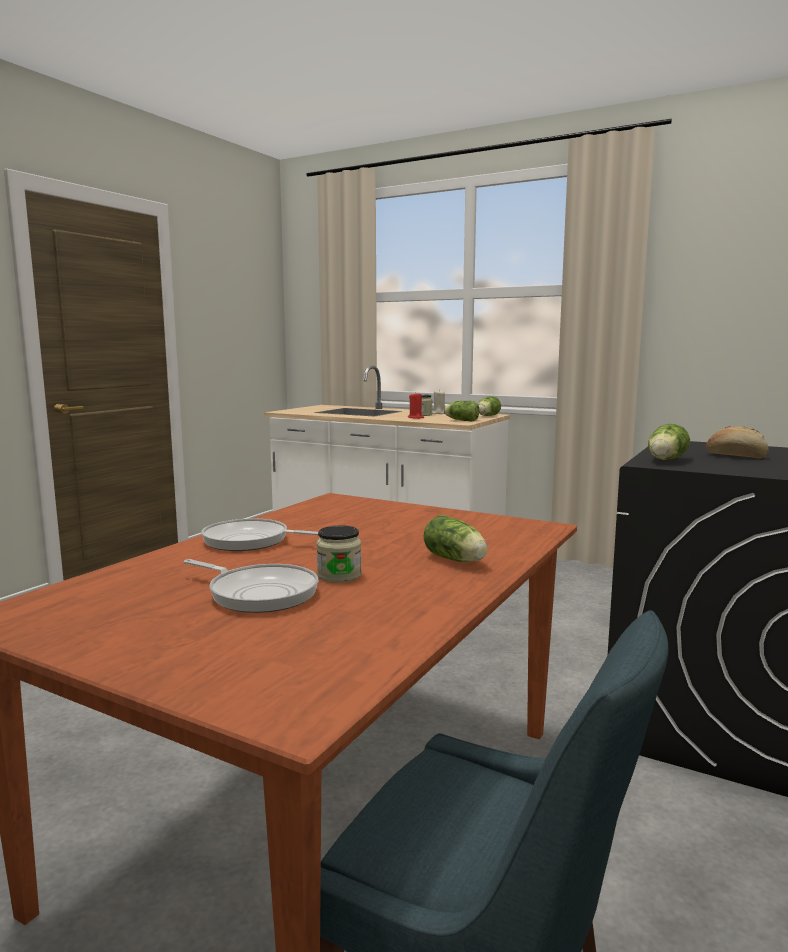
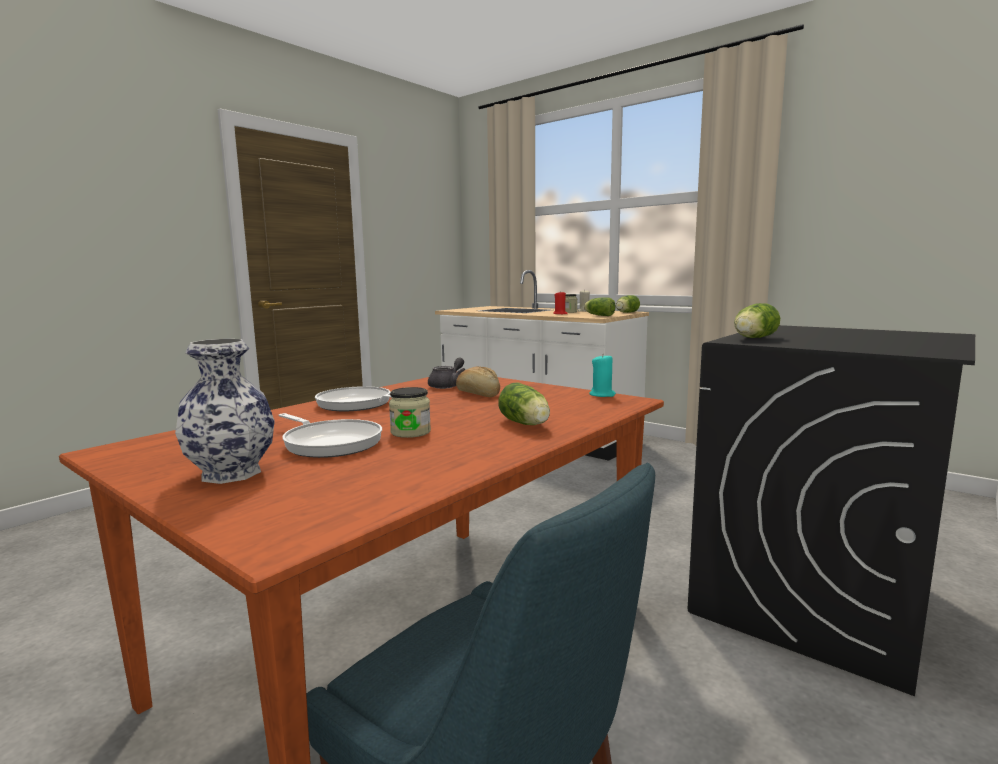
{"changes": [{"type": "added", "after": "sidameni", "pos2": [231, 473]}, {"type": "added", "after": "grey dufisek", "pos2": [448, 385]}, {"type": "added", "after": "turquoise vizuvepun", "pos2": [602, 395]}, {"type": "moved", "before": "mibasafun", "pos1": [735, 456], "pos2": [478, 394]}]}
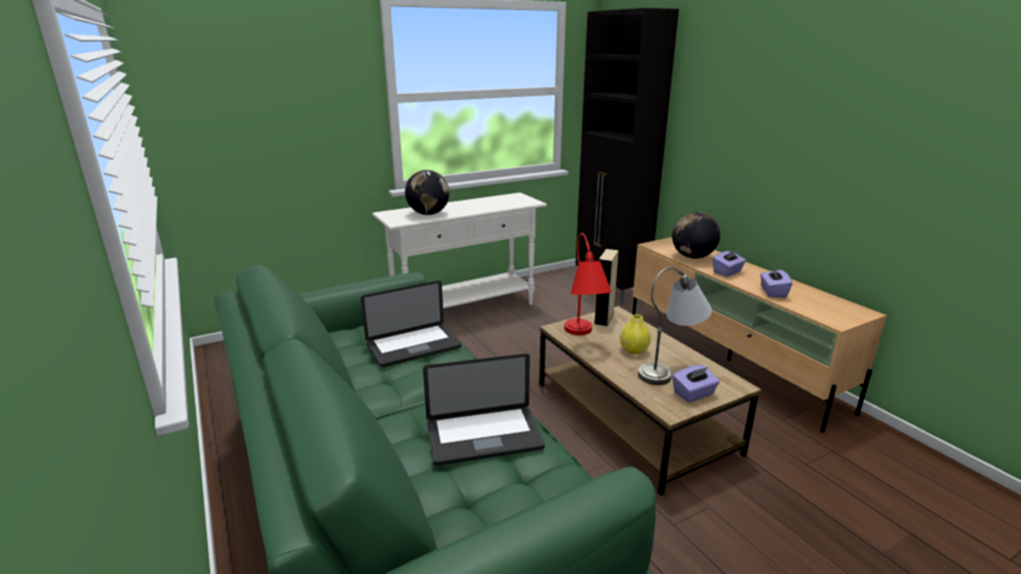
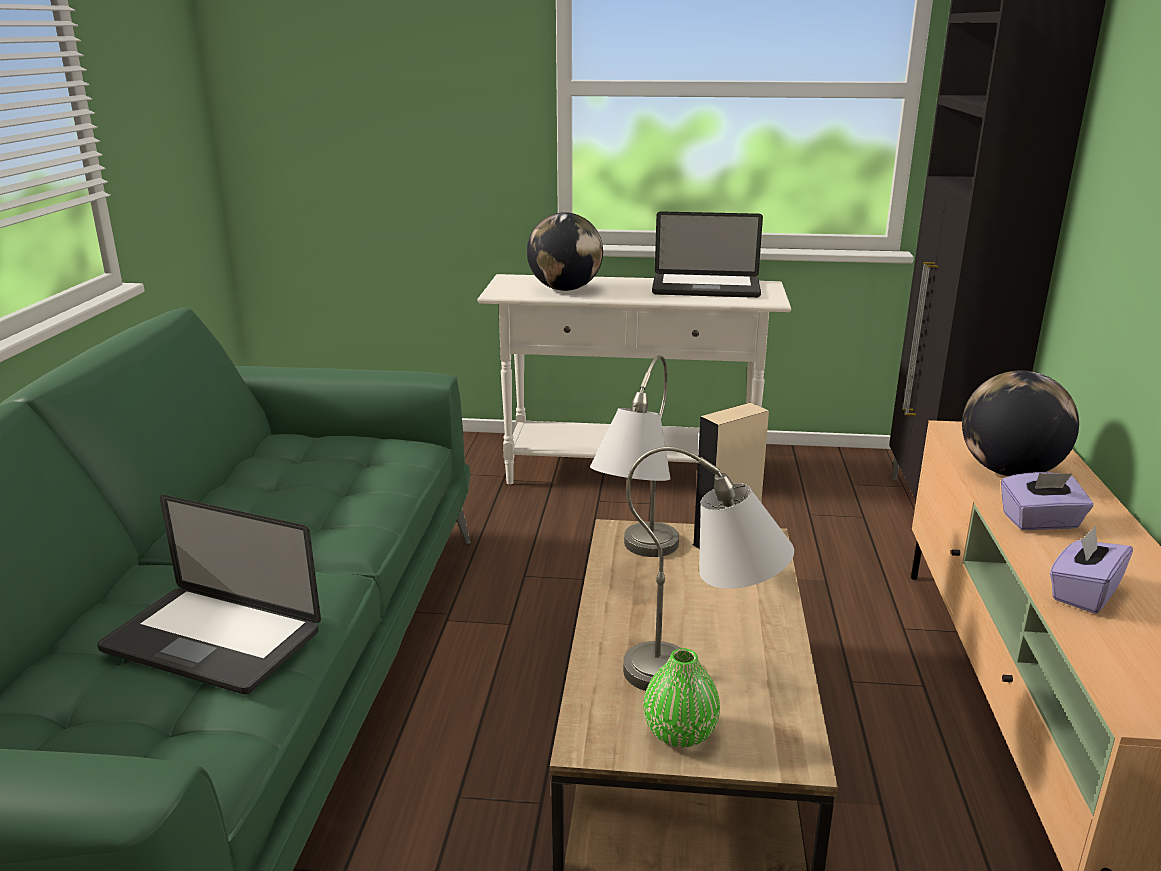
{"changes": [{"type": "removed", "before": "yellow sidameni", "pos1": [634, 350]}, {"type": "moved", "before": "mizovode", "pos1": [414, 346], "pos2": [705, 288]}, {"type": "replaced", "before": "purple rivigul", "after": "green sidameni", "pos1": [694, 394], "pos2": [680, 733]}, {"type": "recoloured", "before": "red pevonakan", "after": "grey pevonakan", "pos1": [583, 337], "pos2": [636, 560]}]}
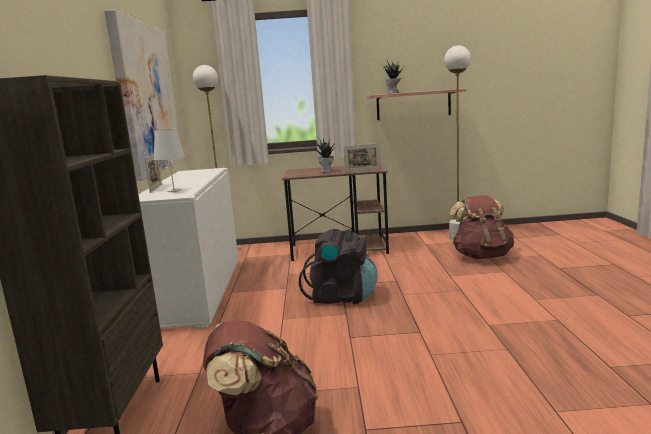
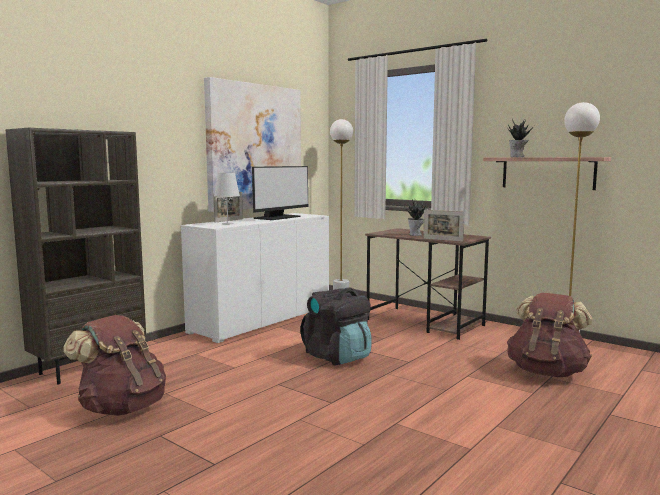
{"changes": [{"type": "added", "after": "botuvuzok", "pos2": [278, 217]}]}
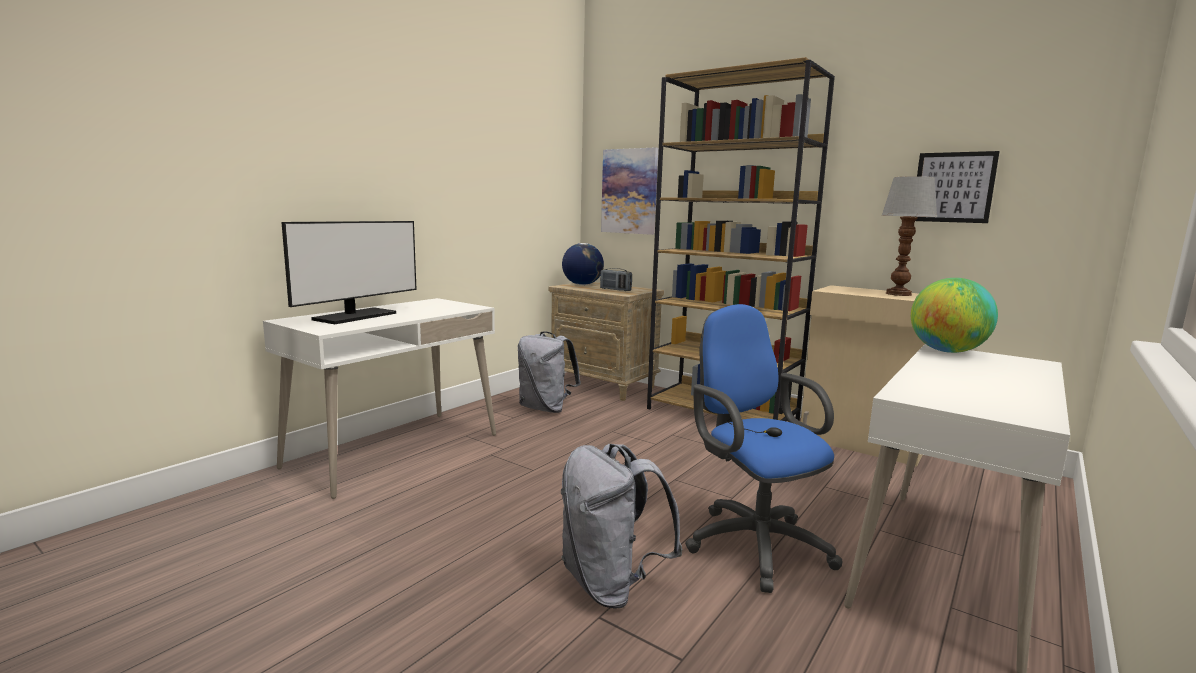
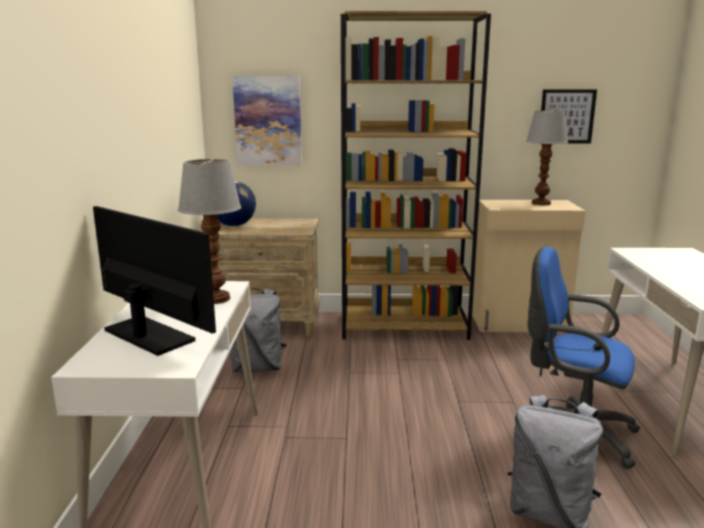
{"changes": [{"type": "removed", "before": "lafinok", "pos1": [615, 290]}, {"type": "removed", "before": "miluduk", "pos1": [947, 351]}, {"type": "added", "after": "pevonakan", "pos2": [217, 298]}, {"type": "turned", "before": "botuvuzok", "pos1": [355, 316], "pos2": [149, 335], "turn": -45}]}
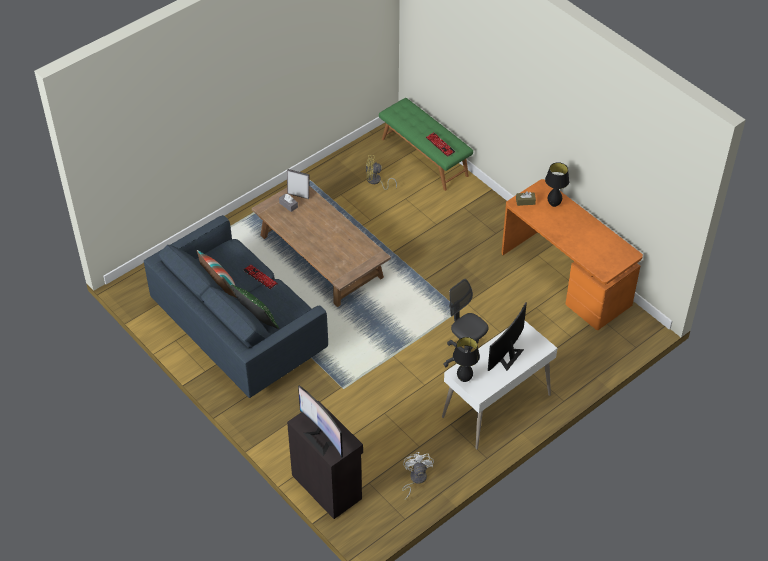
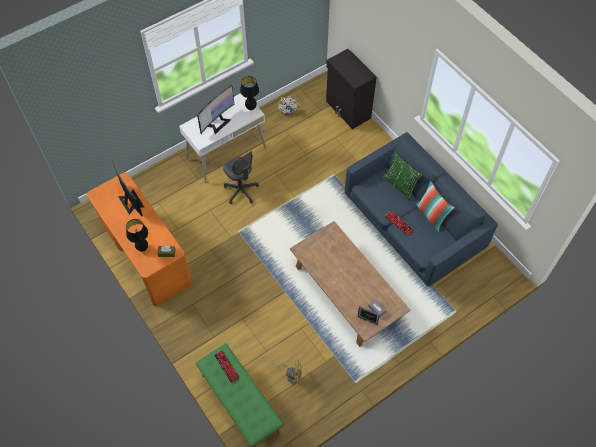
{"changes": [{"type": "moved", "before": "botuvuzok", "pos1": [322, 438], "pos2": [131, 201]}]}
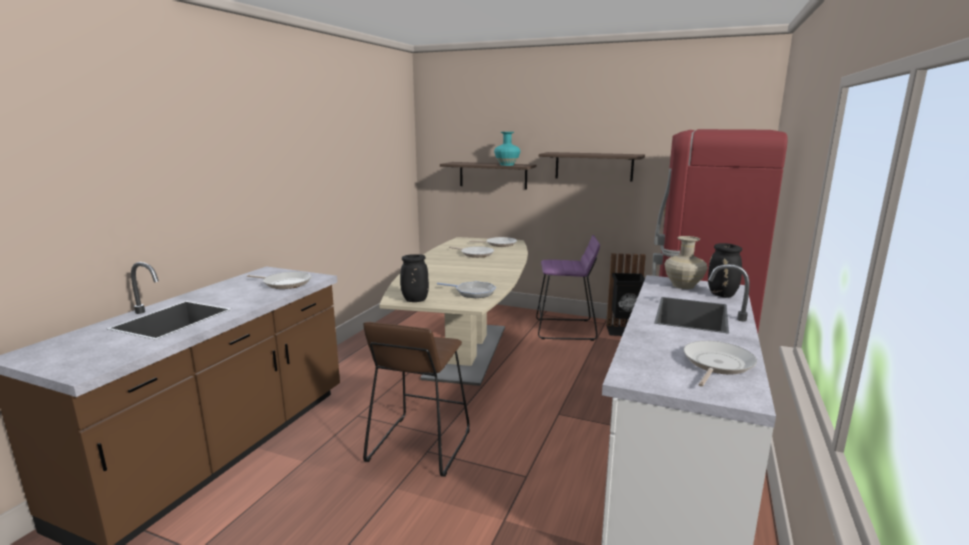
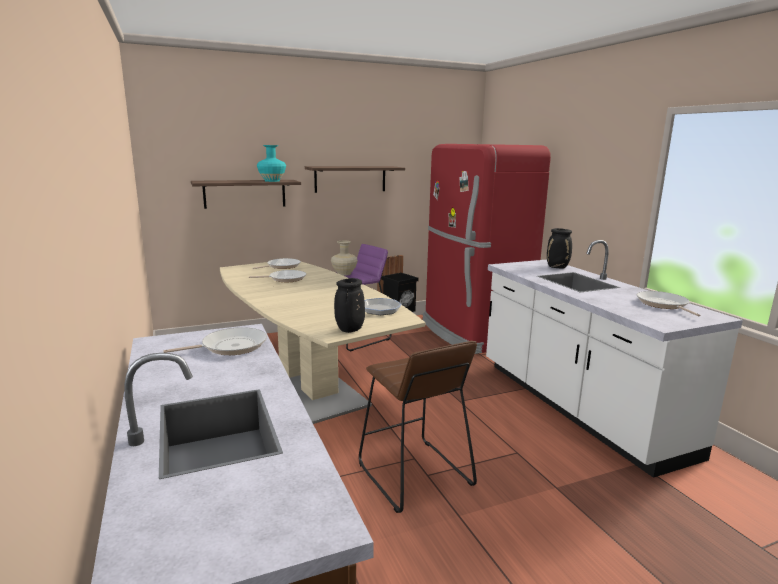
{"changes": [{"type": "moved", "before": "beige sidameni", "pos1": [683, 286], "pos2": [344, 273]}]}
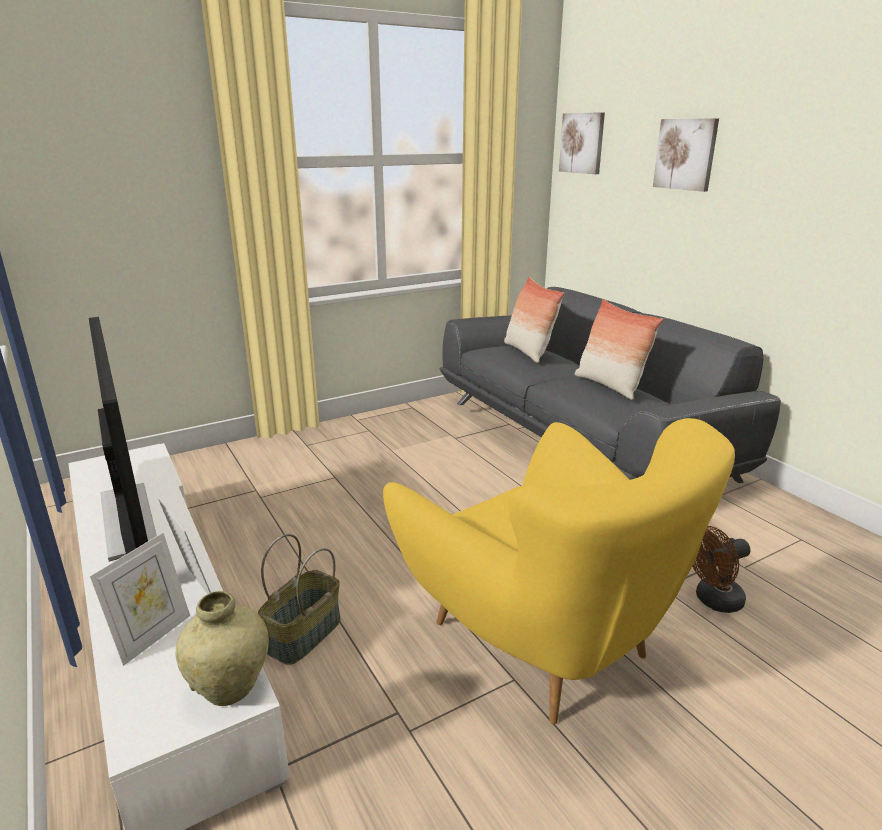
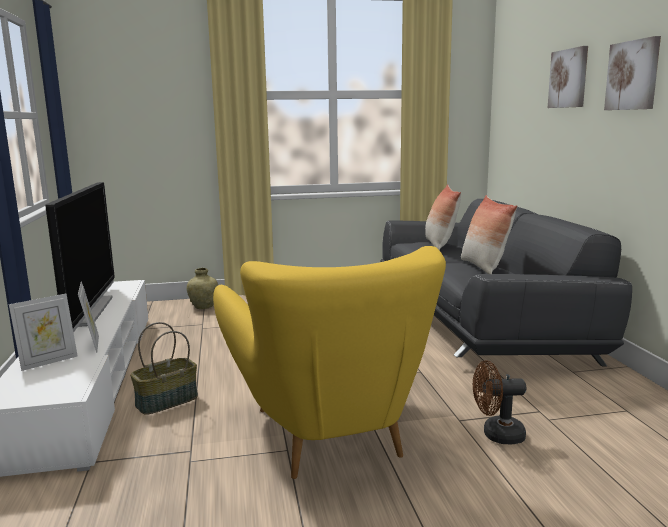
{"changes": [{"type": "moved", "before": "beige sidameni", "pos1": [230, 688], "pos2": [204, 307]}, {"type": "moved", "before": "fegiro", "pos1": [582, 143], "pos2": [633, 75]}]}
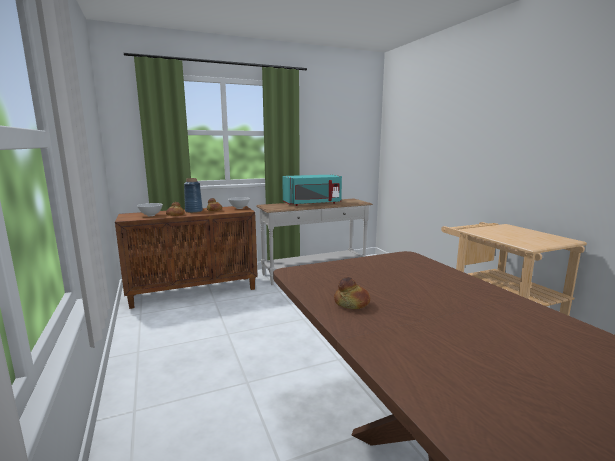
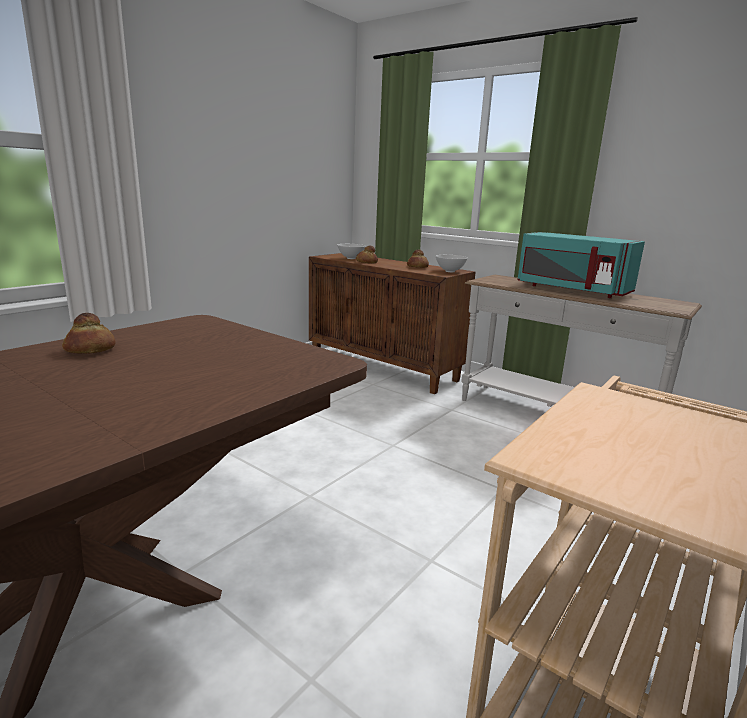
{"changes": [{"type": "removed", "before": "blue sidameni", "pos1": [194, 211]}]}
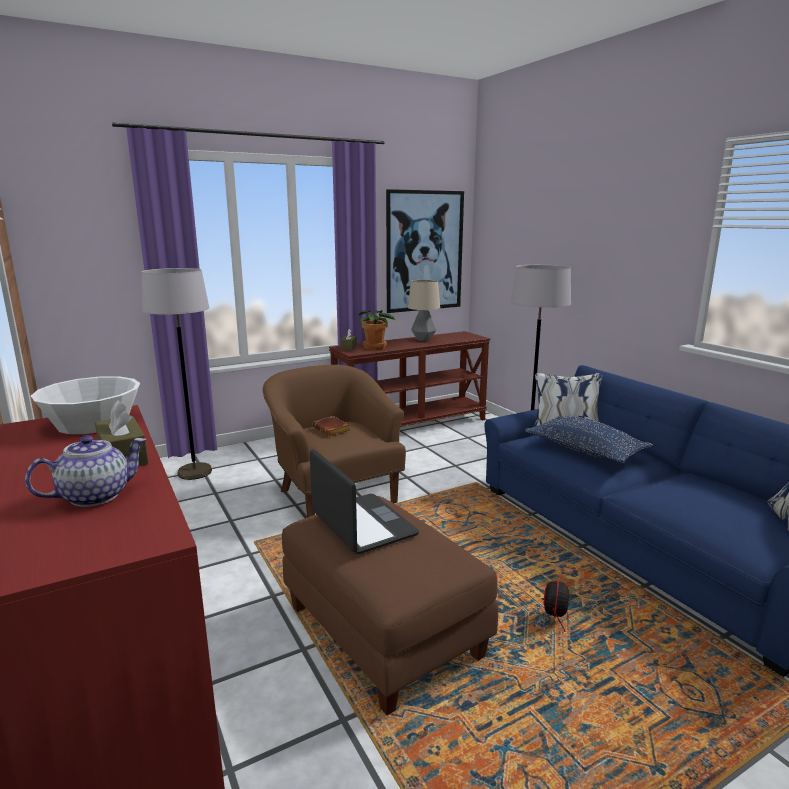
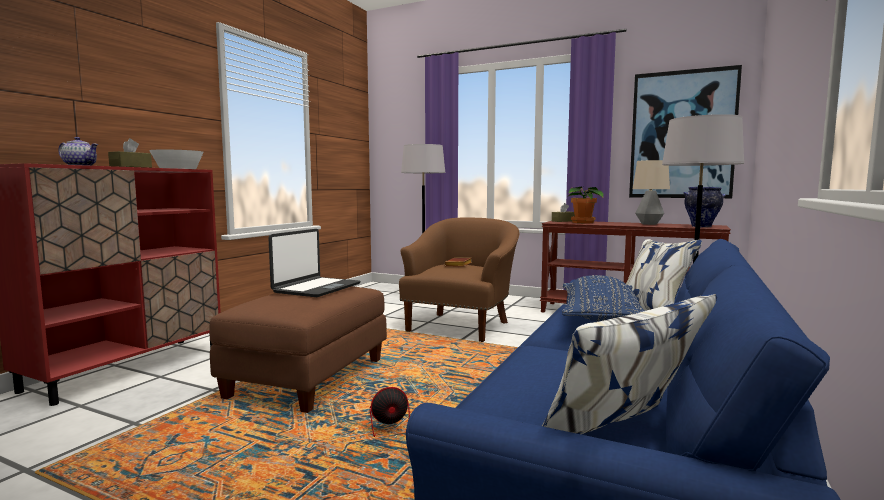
{"changes": [{"type": "added", "after": "sidameni", "pos2": [702, 226]}]}
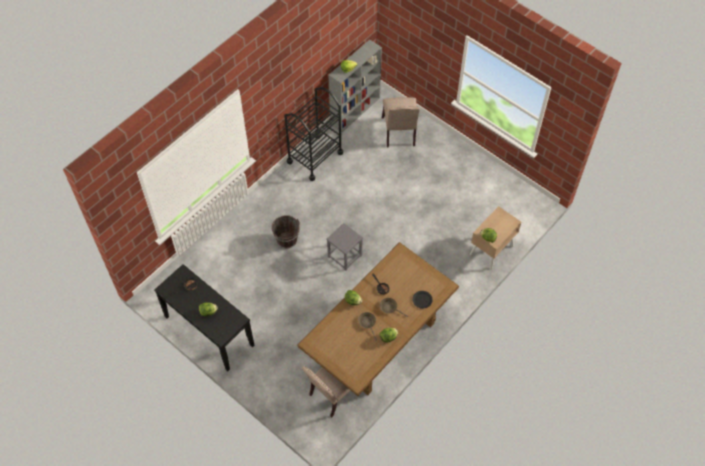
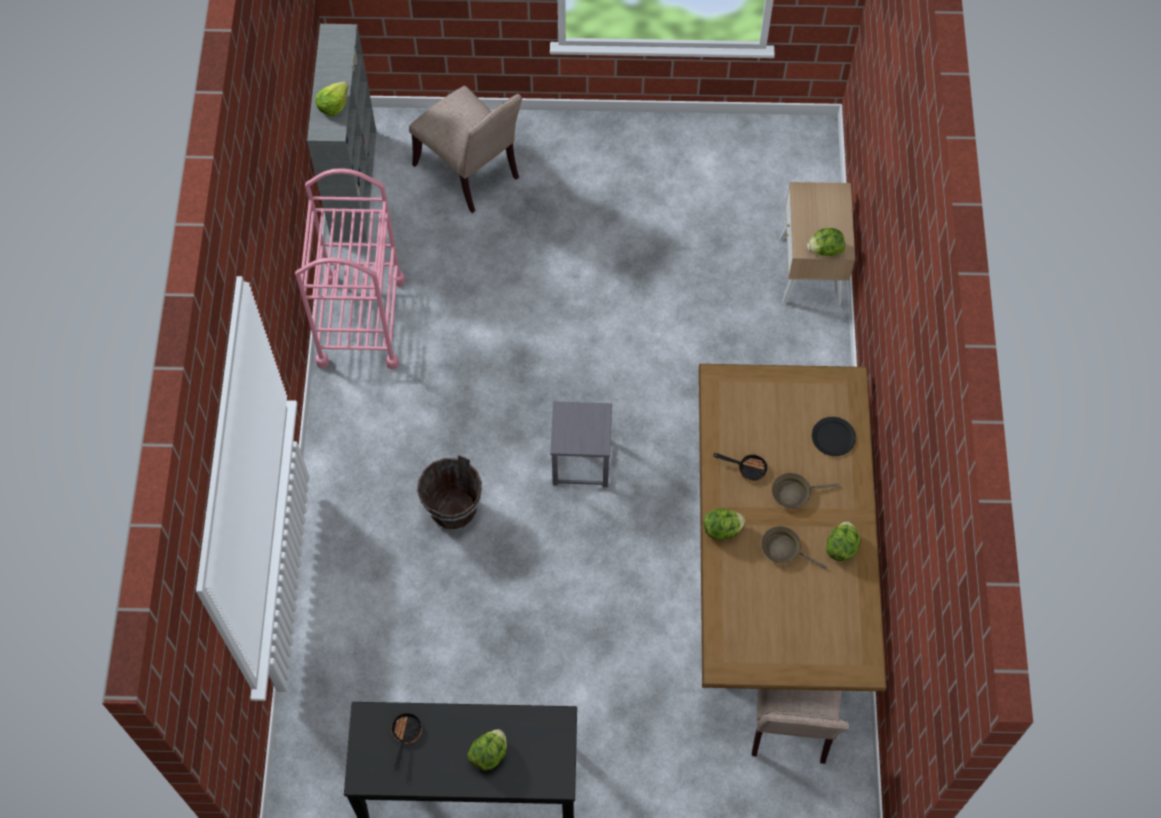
{"changes": [{"type": "recoloured", "before": "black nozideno", "after": "pink nozideno", "pos1": [315, 157], "pos2": [361, 321]}]}
